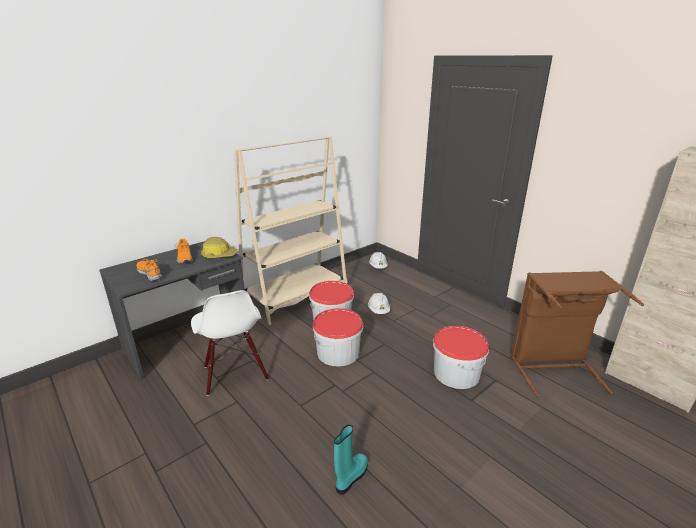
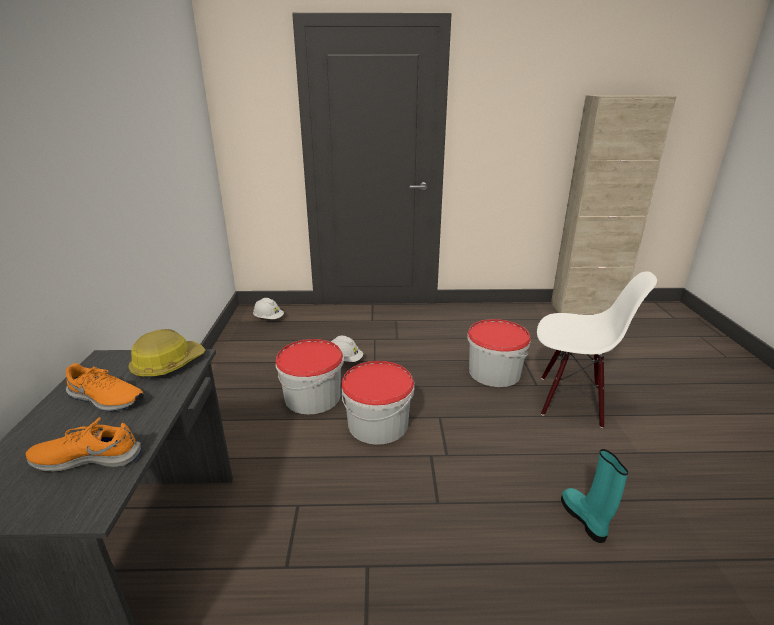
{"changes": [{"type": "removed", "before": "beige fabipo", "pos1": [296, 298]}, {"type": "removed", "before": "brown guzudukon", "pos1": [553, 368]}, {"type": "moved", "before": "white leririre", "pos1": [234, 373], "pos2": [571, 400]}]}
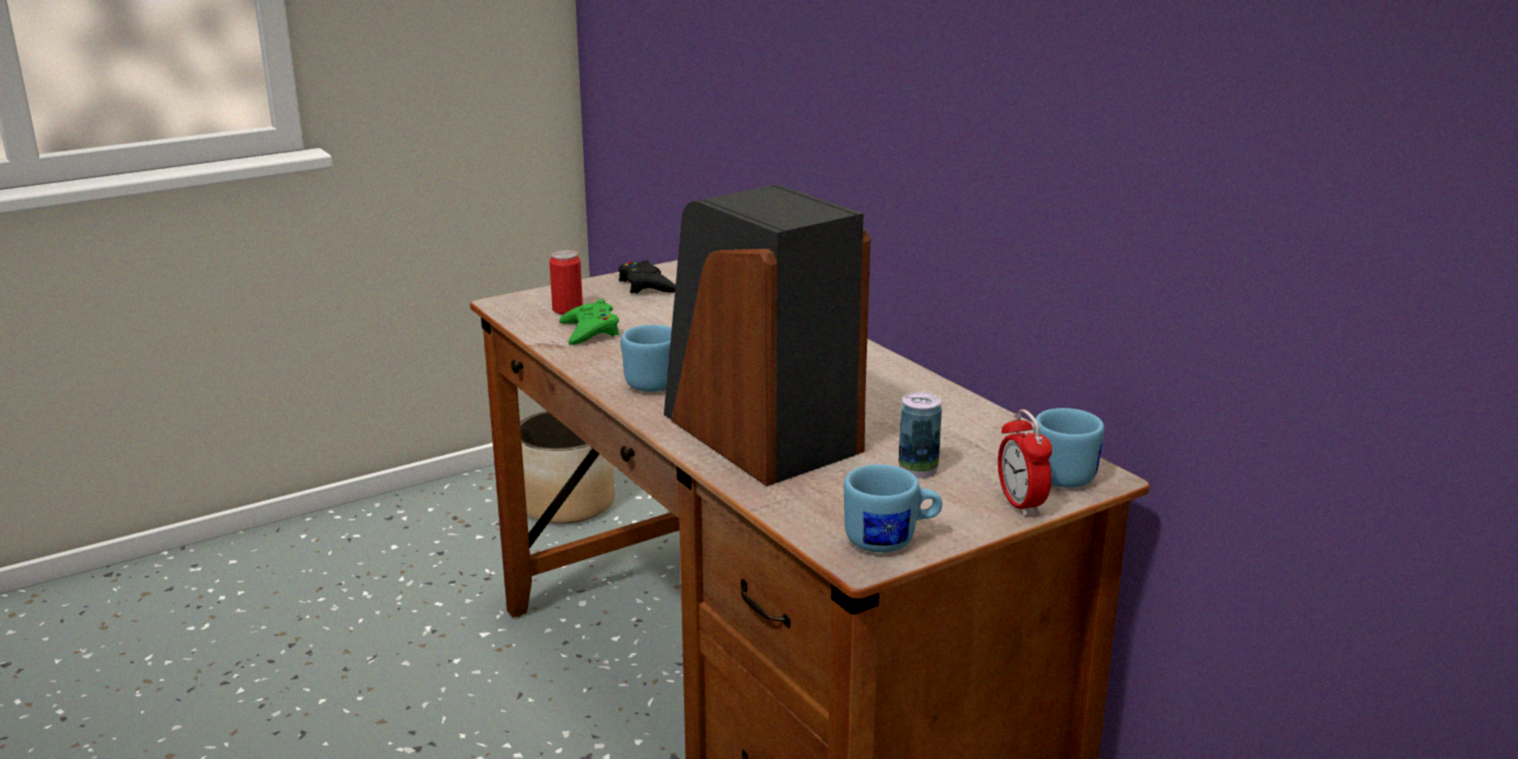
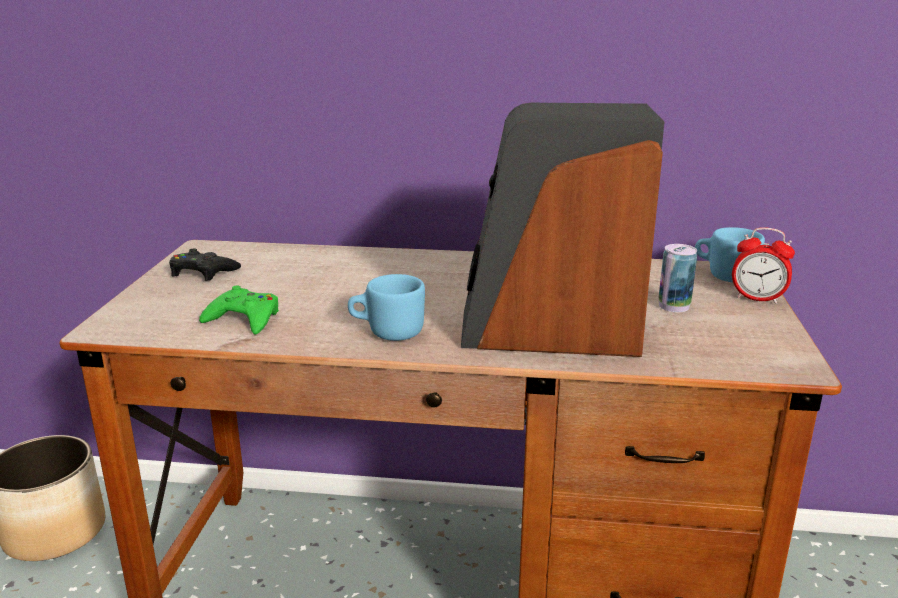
{"changes": [{"type": "removed", "before": "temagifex", "pos1": [567, 309]}, {"type": "removed", "before": "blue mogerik", "pos1": [891, 540]}]}
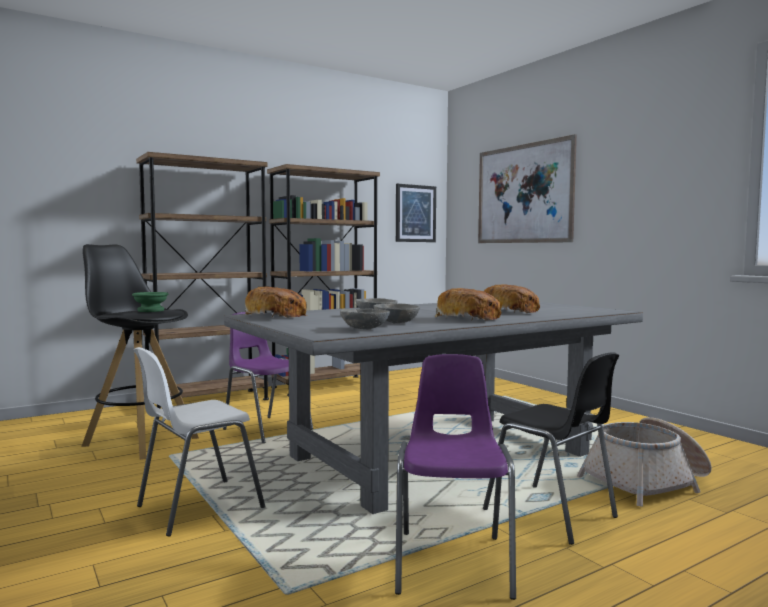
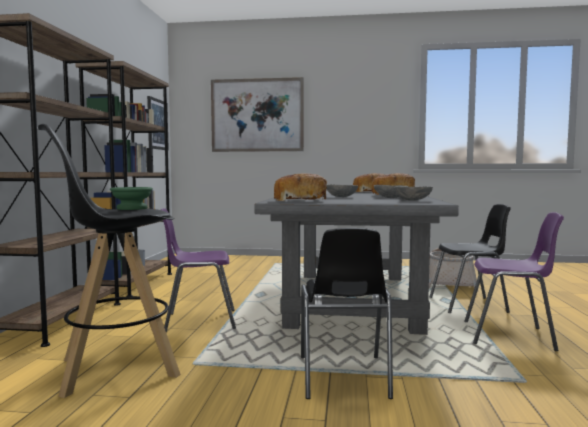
{"changes": [{"type": "recoloured", "before": "white leririre", "after": "black leririre", "pos1": [197, 508], "pos2": [343, 378]}, {"type": "turned", "before": "purple leririre", "pos1": [453, 562], "pos2": [510, 336], "turn": 150}]}
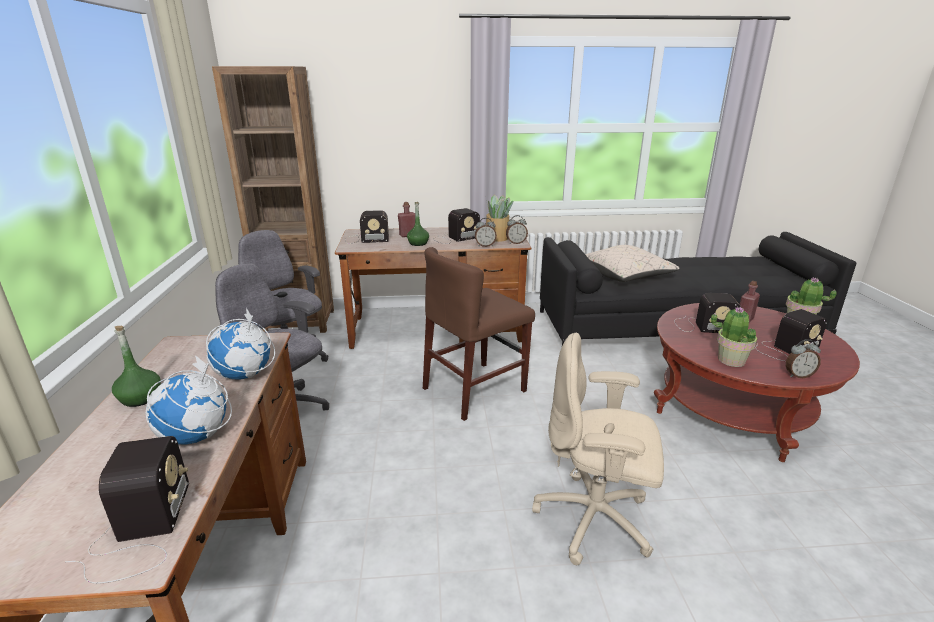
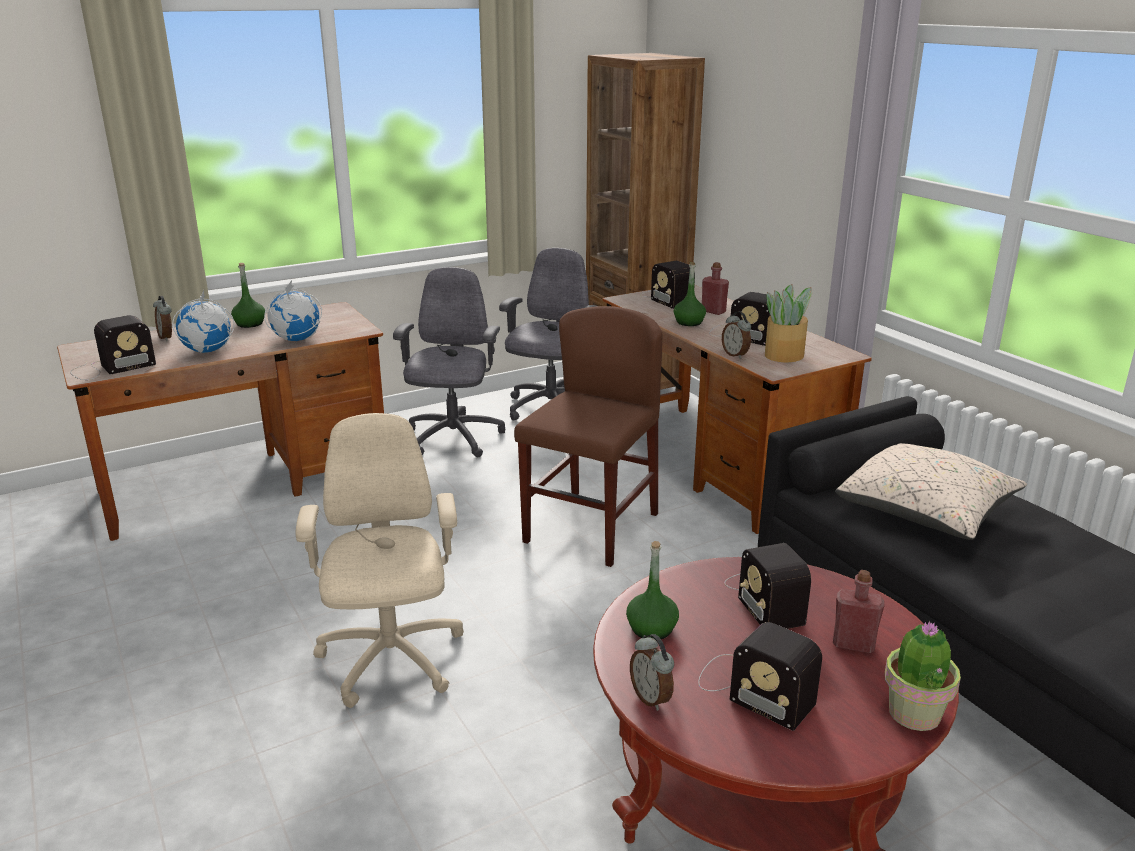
{"changes": [{"type": "moved", "before": "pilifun", "pos1": [516, 243], "pos2": [167, 337]}, {"type": "replaced", "before": "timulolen", "after": "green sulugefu", "pos1": [730, 360], "pos2": [652, 629]}, {"type": "turned", "before": "brown leririre", "pos1": [474, 389], "pos2": [591, 527], "turn": 90}]}
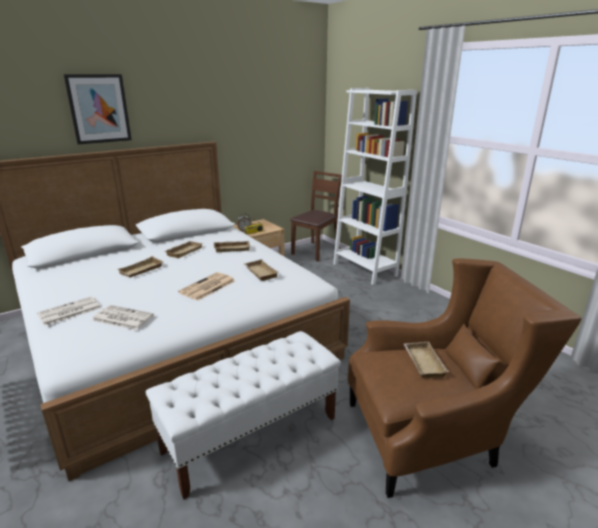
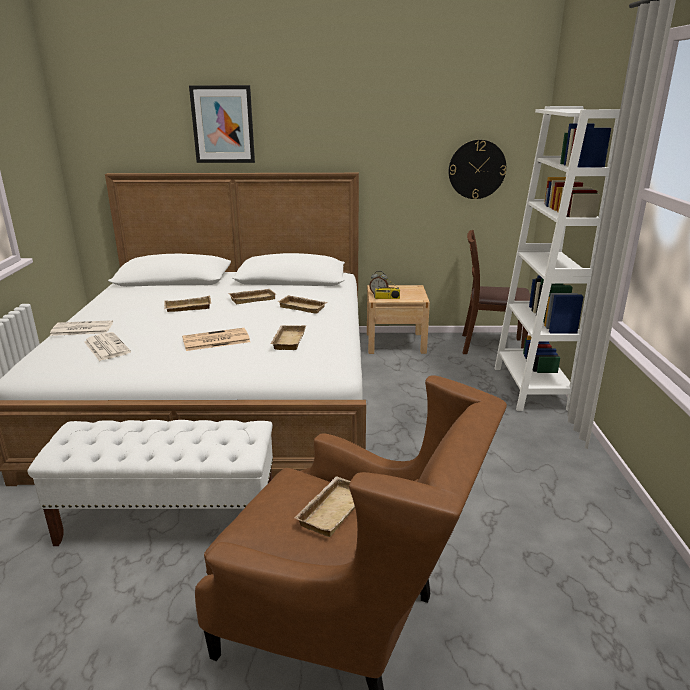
{"changes": [{"type": "added", "after": "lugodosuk", "pos2": [477, 169]}, {"type": "turned", "before": "brown leririre", "pos1": [316, 251], "pos2": [491, 346], "turn": -150}]}
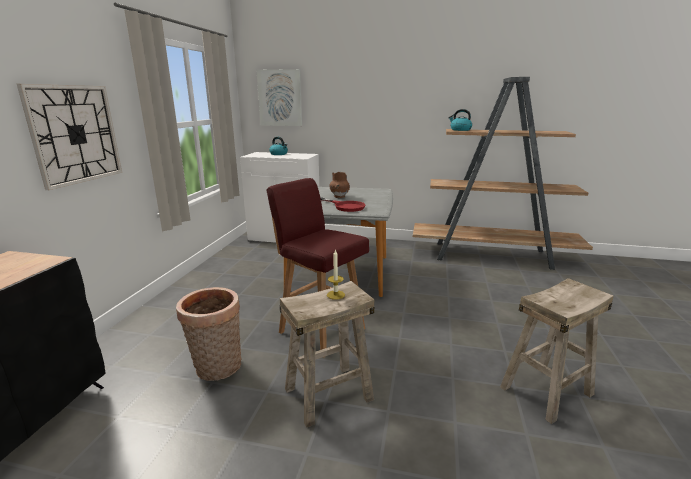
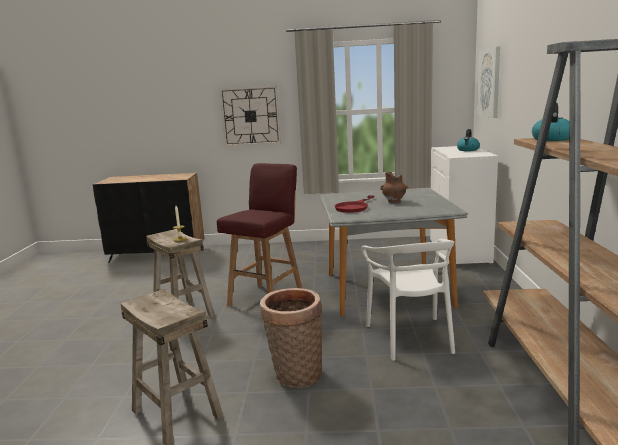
{"changes": [{"type": "added", "after": "white leririre", "pos2": [411, 337]}, {"type": "moved", "before": "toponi", "pos1": [217, 369], "pos2": [295, 375]}]}
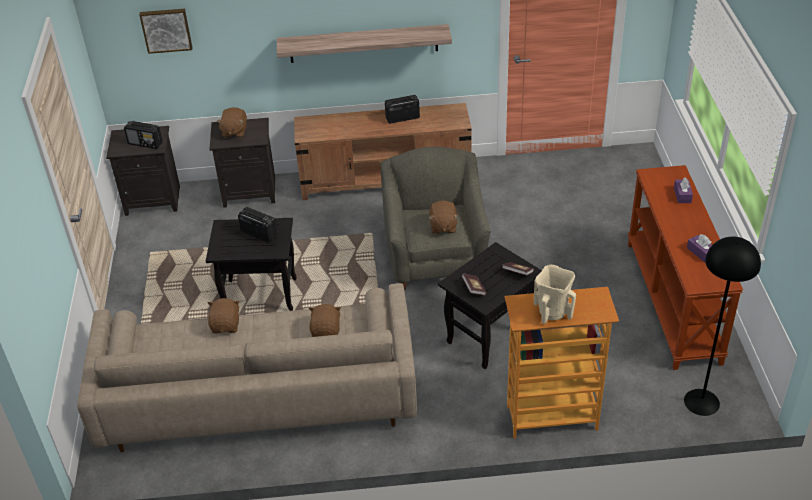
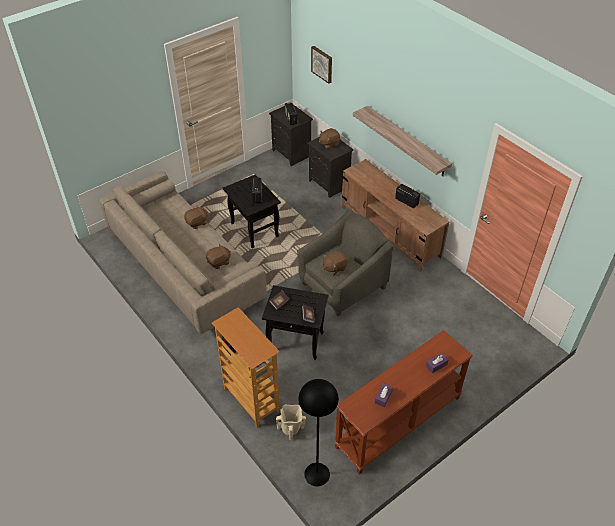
{"changes": [{"type": "moved", "before": "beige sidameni", "pos1": [553, 311], "pos2": [291, 429]}]}
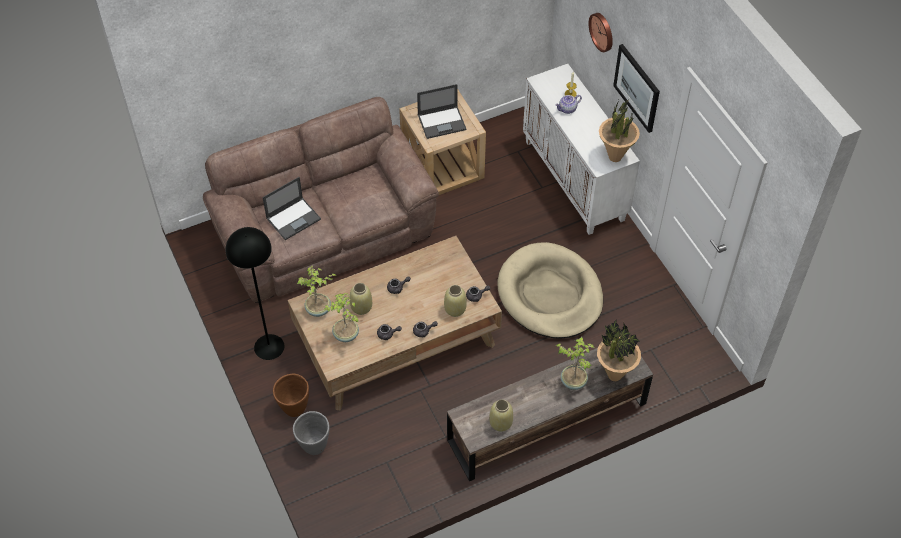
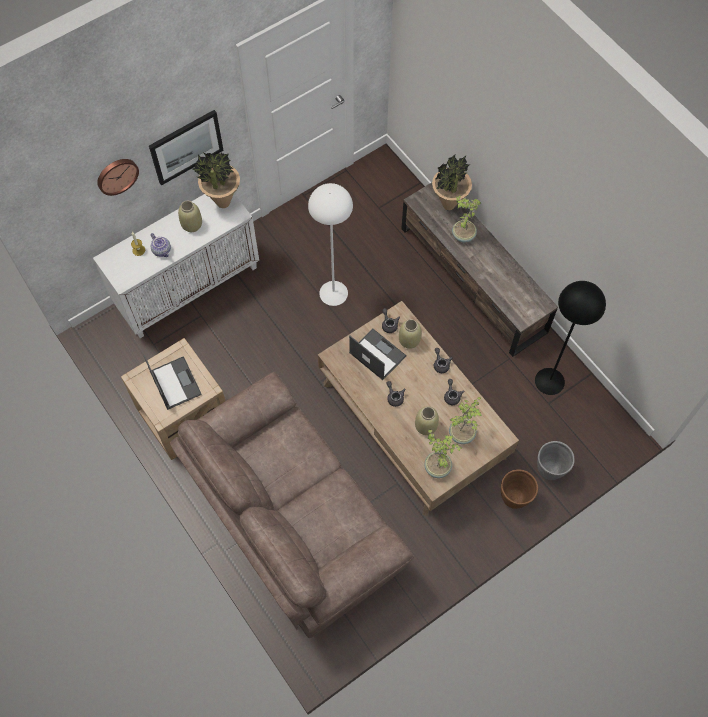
{"changes": [{"type": "moved", "before": "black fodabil", "pos1": [269, 347], "pos2": [550, 381]}, {"type": "moved", "before": "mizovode", "pos1": [294, 218], "pos2": [377, 354]}, {"type": "moved", "before": "beige sidameni", "pos1": [501, 423], "pos2": [191, 225]}, {"type": "replaced", "before": "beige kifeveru", "after": "white fodabil", "pos1": [550, 294], "pos2": [334, 293]}]}
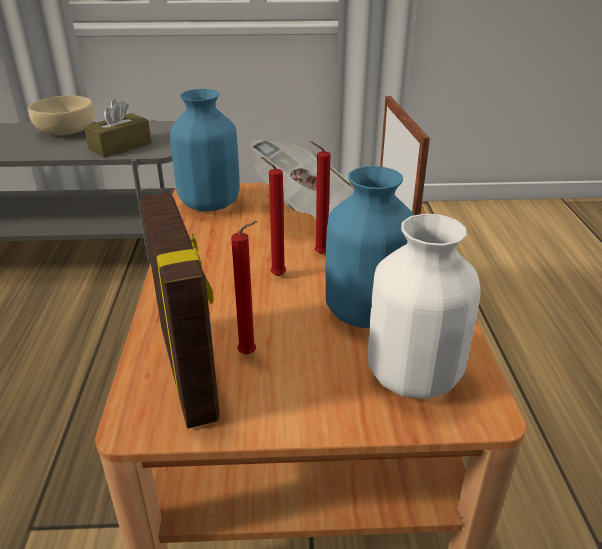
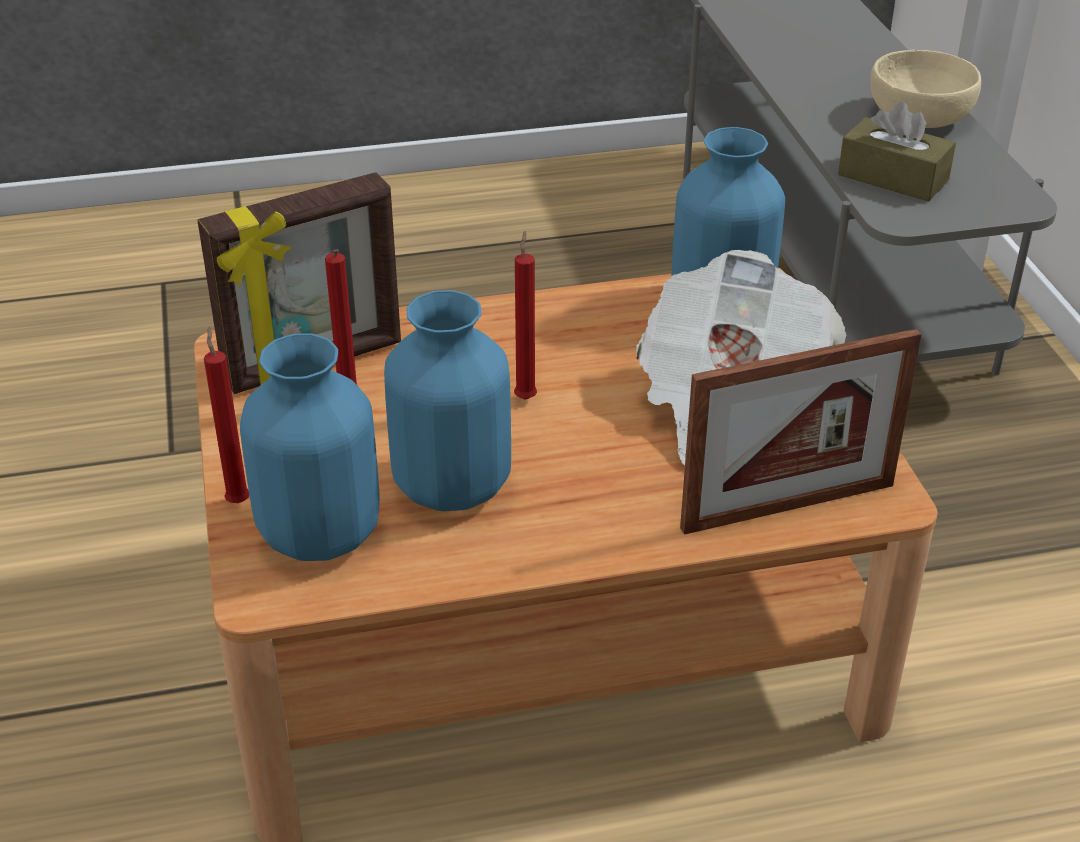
{"changes": [{"type": "moved", "before": "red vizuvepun", "pos1": [319, 254], "pos2": [238, 500]}, {"type": "recoloured", "before": "white sidameni", "after": "blue sidameni", "pos1": [412, 375], "pos2": [322, 533]}]}
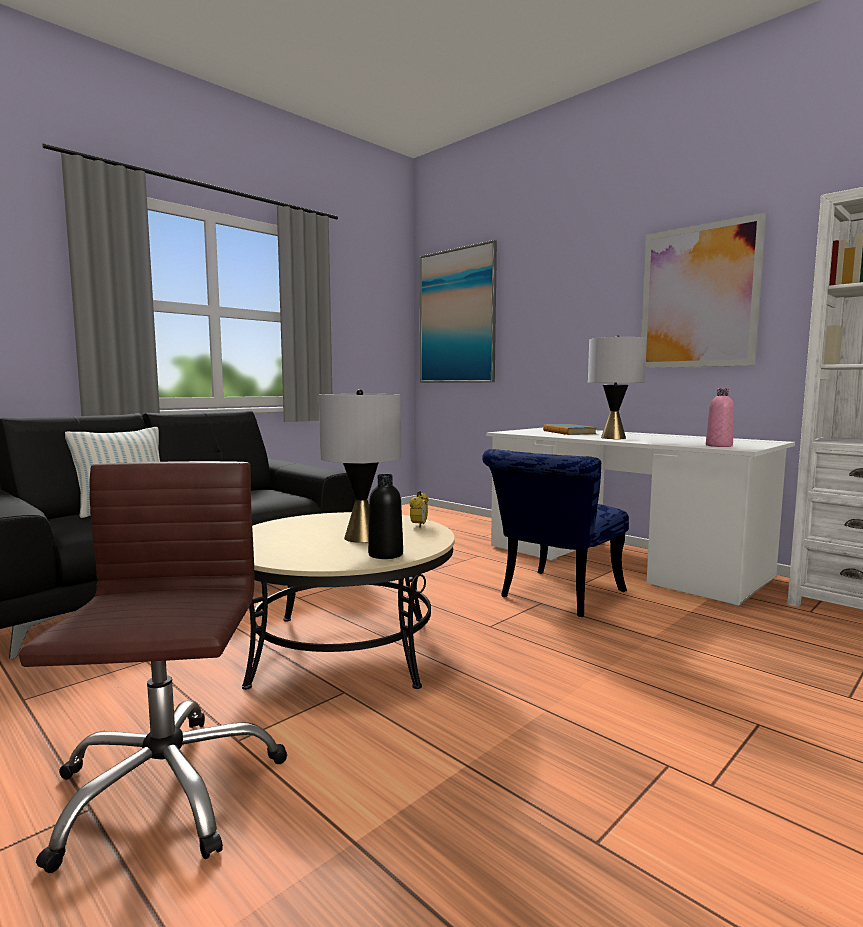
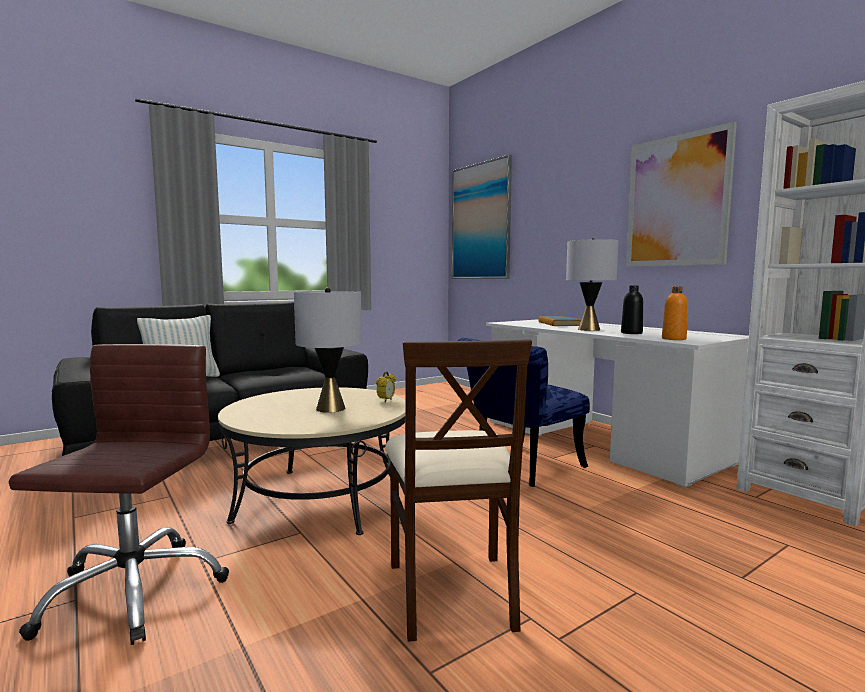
{"changes": [{"type": "added", "after": "beige leririre", "pos2": [452, 592]}, {"type": "moved", "before": "black sulugefu", "pos1": [385, 554], "pos2": [631, 333]}, {"type": "recoloured", "before": "pink sulugefu", "after": "orange sulugefu", "pos1": [719, 445], "pos2": [674, 339]}]}
